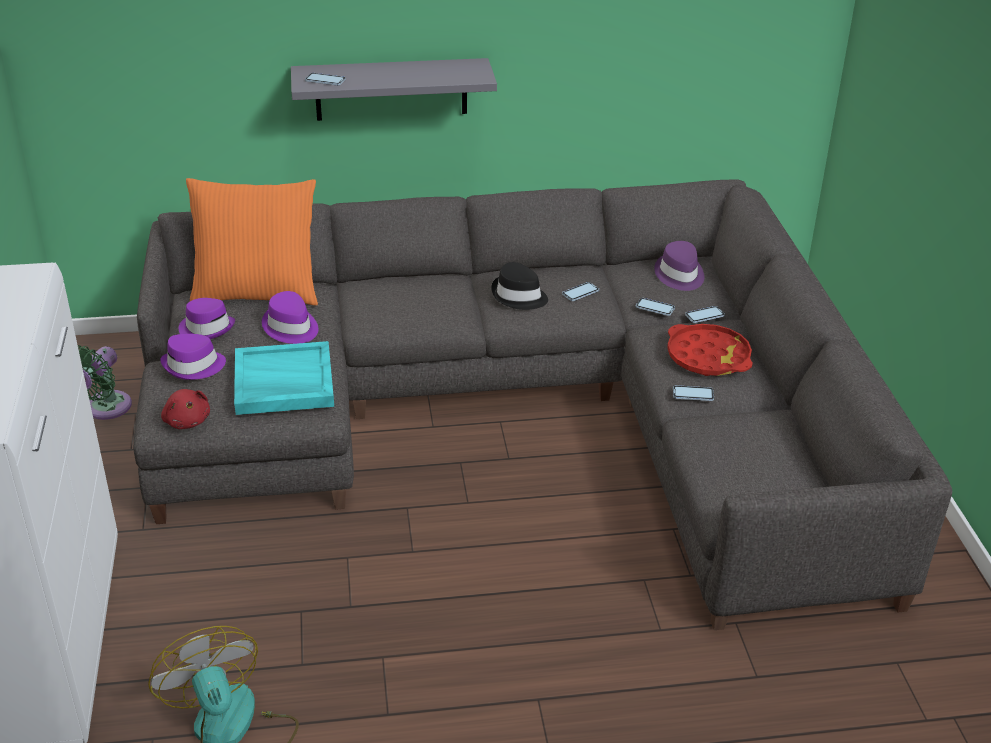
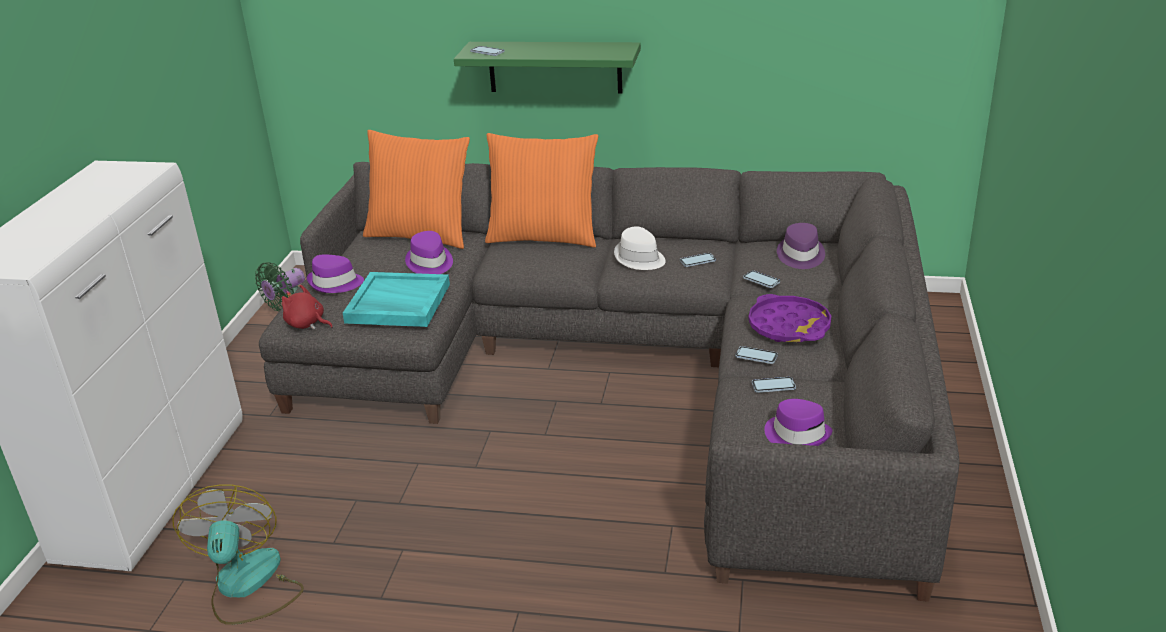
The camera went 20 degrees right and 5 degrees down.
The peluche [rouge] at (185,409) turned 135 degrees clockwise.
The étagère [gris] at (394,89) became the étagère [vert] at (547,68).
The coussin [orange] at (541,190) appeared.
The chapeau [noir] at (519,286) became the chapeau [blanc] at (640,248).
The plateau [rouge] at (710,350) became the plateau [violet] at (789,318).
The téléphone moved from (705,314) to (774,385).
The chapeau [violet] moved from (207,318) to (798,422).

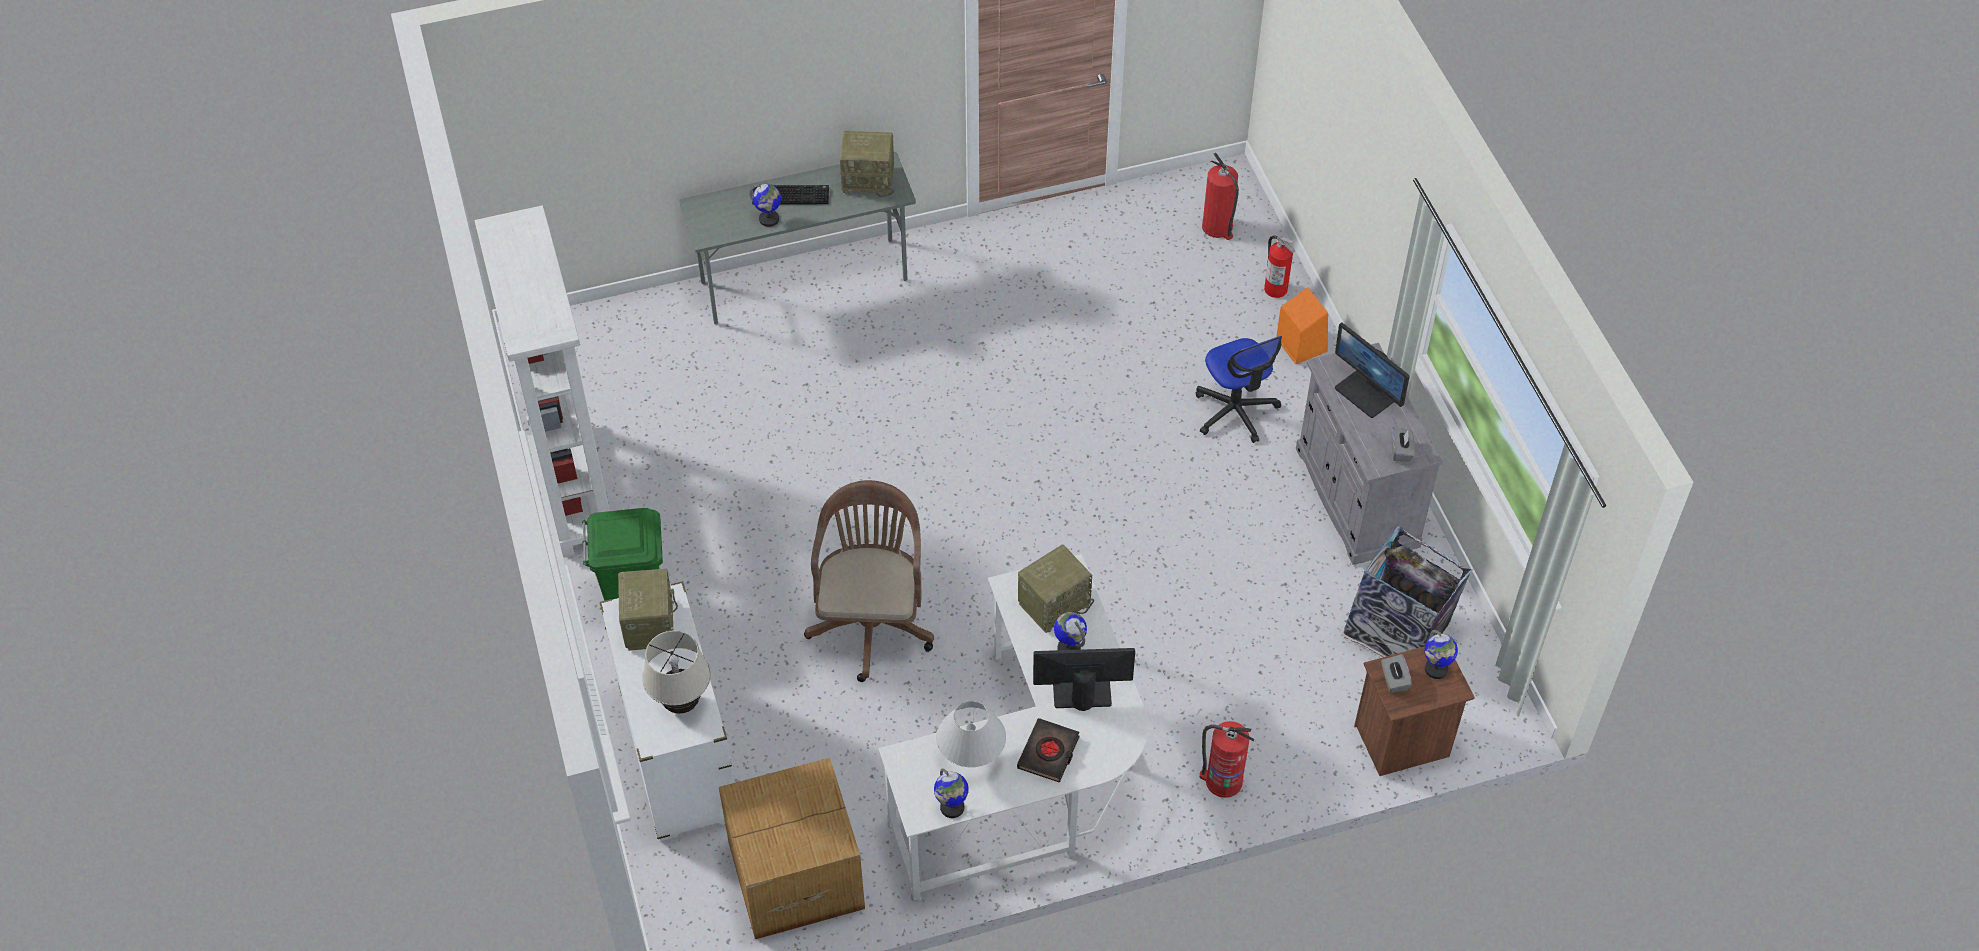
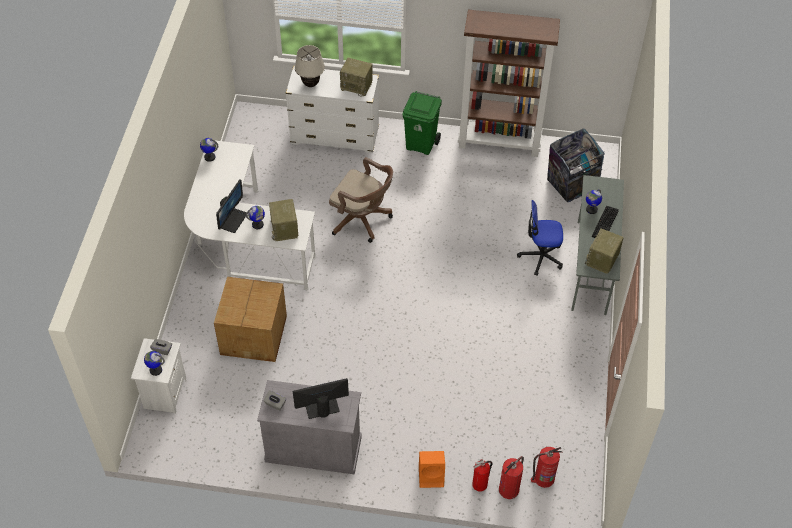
The camera went 115 degrees right and 0 degrees up.
The table de chevet [marron] at (1414,711) became the table de chevet [blanc] at (158,376).
The carton moved from (792,848) to (250,319).
The bibliothèque [blanc] at (542,380) became the bibliothèque [marron] at (509,83).
The extincteur moved from (1227,759) to (511,477).
The chaise de bureau moved from (1239,389) to (540,238).
The poubelle moved from (1407,591) to (576,165).
The lampe de table [blanc] at (971,734) disappeared.
The livre [noir] at (1048,750) disappeared.

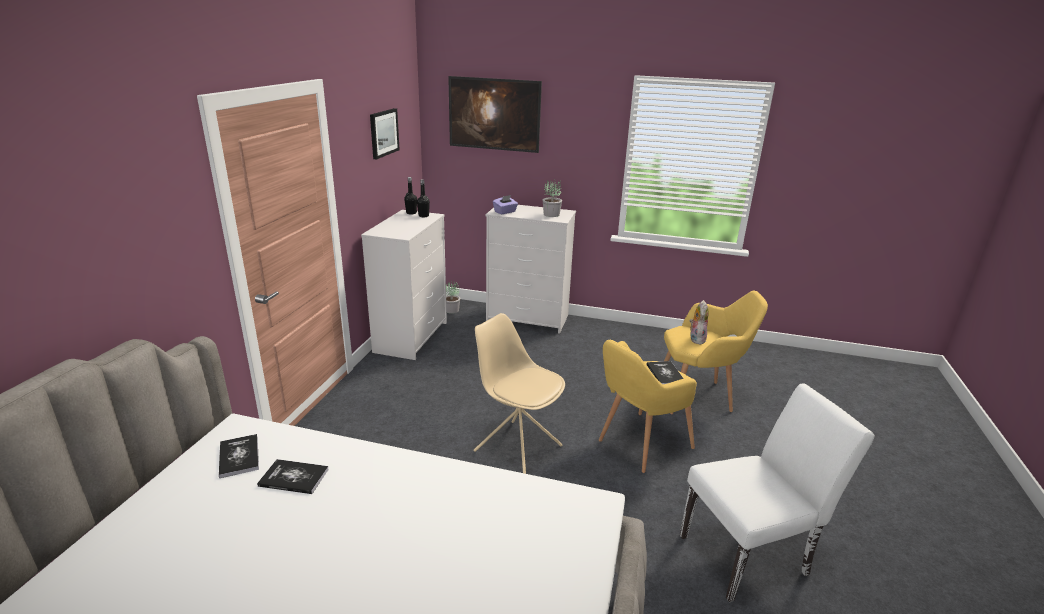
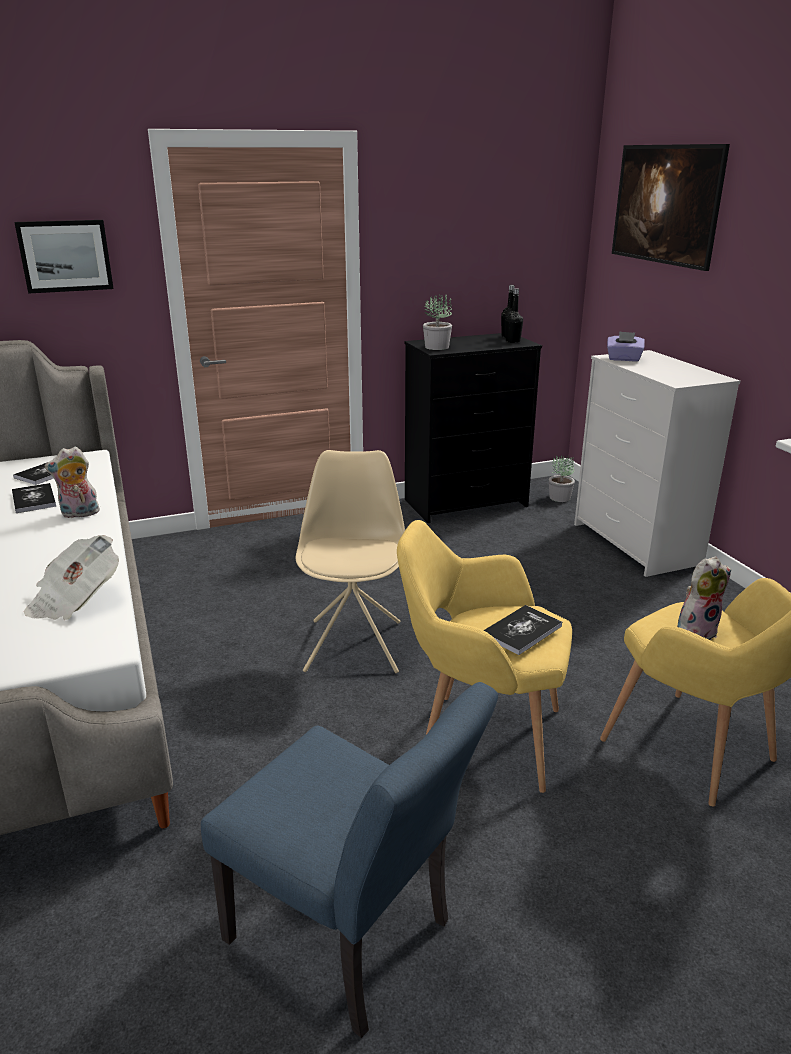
The camera went 55 degrees right and 0 degrees up.
The tableau moved from (385,133) to (64,257).
The journal at (71,577) appeared.
The peluche at (72,482) appeared.
The chaise [blanc] at (777,492) became the chaise [bleu] at (349,860).
The commode [blanc] at (404,285) became the commode [noir] at (473,428).
The plante en pot moved from (552,198) to (437,322).

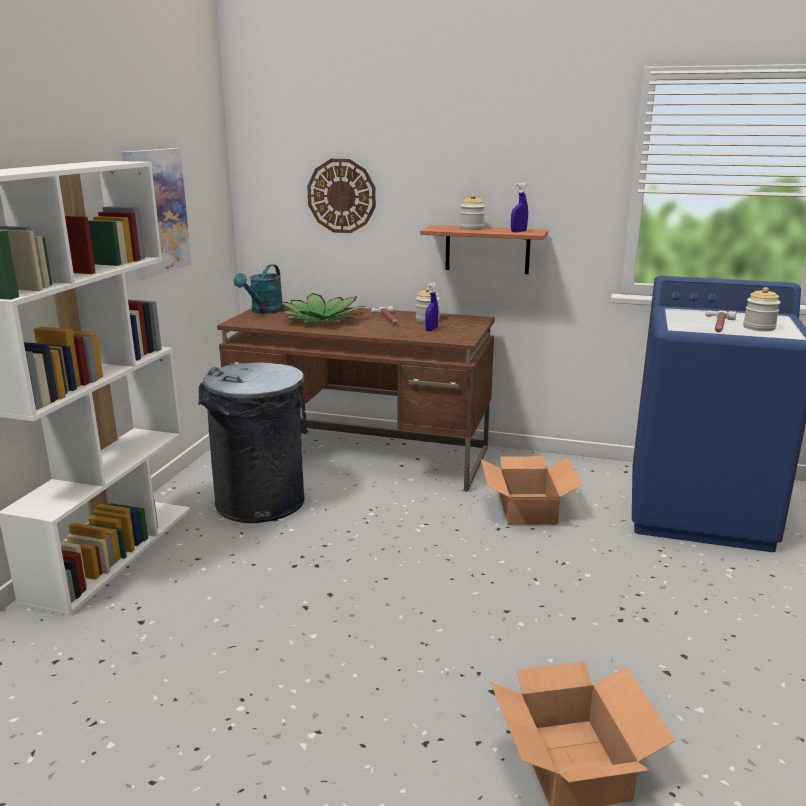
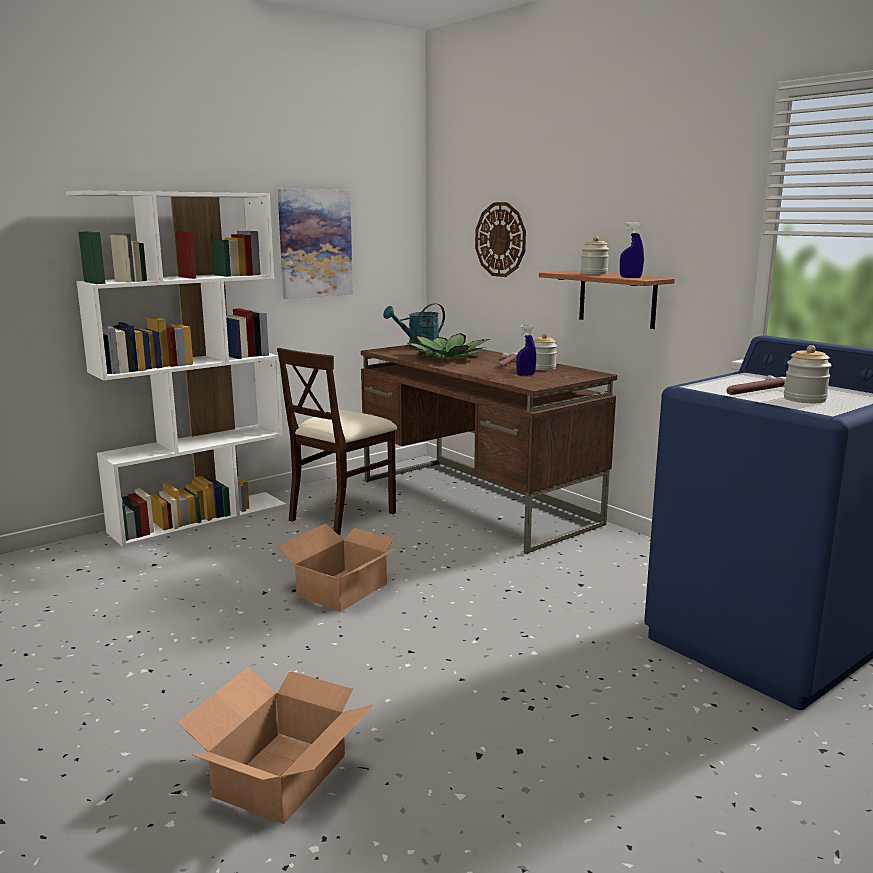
The camera went 35 degrees right and 5 degrees down.
The poubelle [gris] at (253,442) was replaced by the chaise [beige] at (337,441).
The carton moved from (531,490) to (341,567).

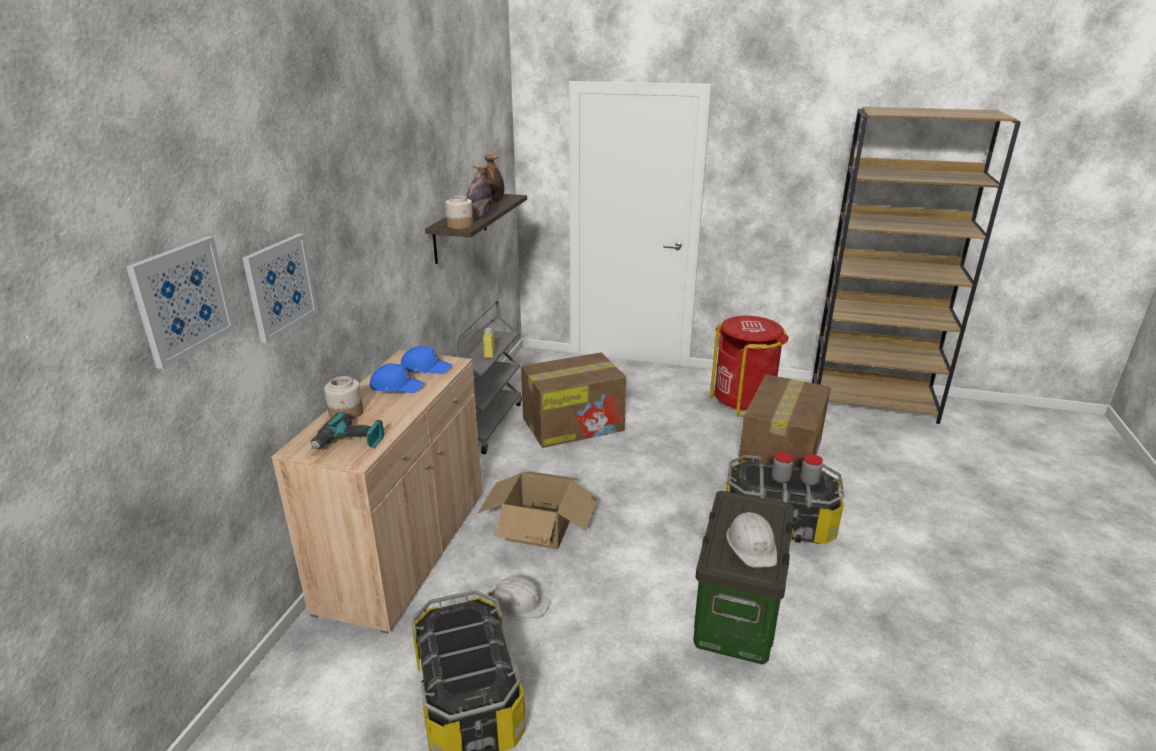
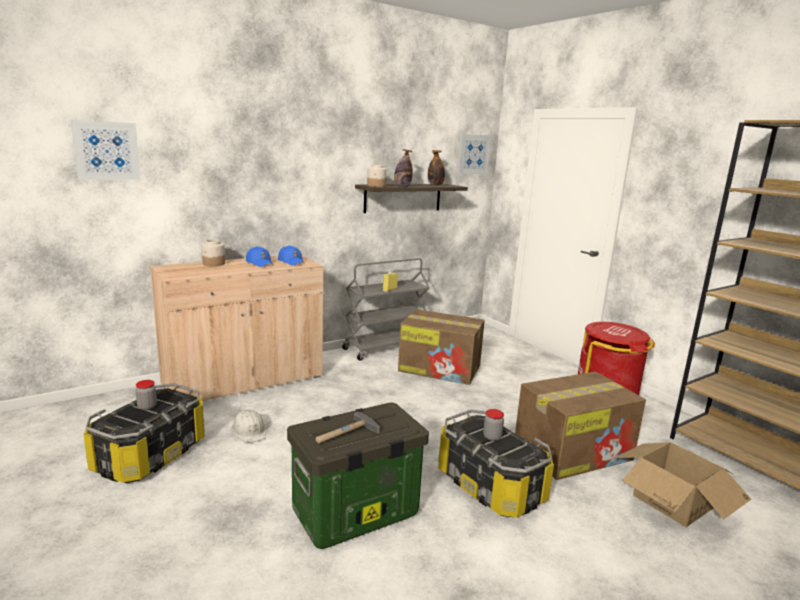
The camera went 40 degrees right and 10 degrees down.
The bocal moved from (811,470) to (146,395).
The casque de chantier [blanc] at (751,540) was replaced by the marteau at (348,427).
The tableau moved from (280,288) to (474,154).
The carton moved from (537,510) to (682,484).
The perceuse at (347,430) disappeared.

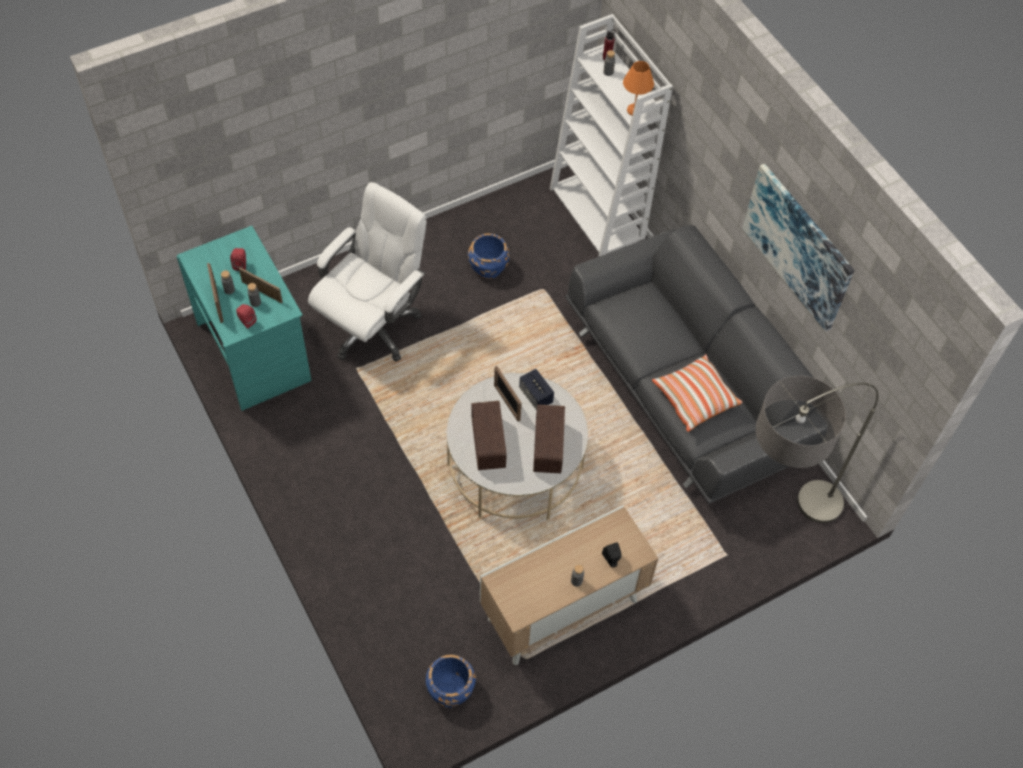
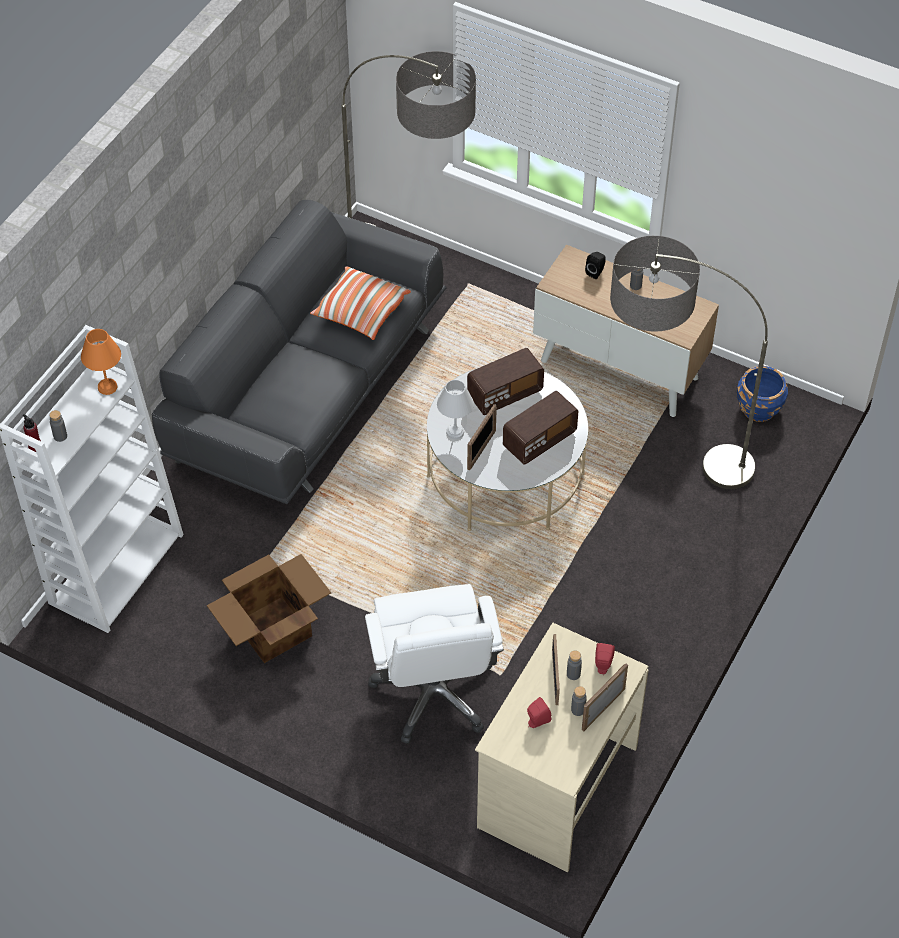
The camera went 120 degrees left and 5 degrees down.
The cache-pot [bleu] at (489,256) was replaced by the carton at (269,608).
The chaise de bureau [blanc] at (367,272) turned 105 degrees counterclockwise.
The enceinte at (536,389) was replaced by the lampe de table [blanc] at (455,409).
The bureau [turquoise] at (244,318) became the bureau [beige] at (561,747).
The lampadaire at (689,362) appeared.
The tableau at (798,248) disappeared.

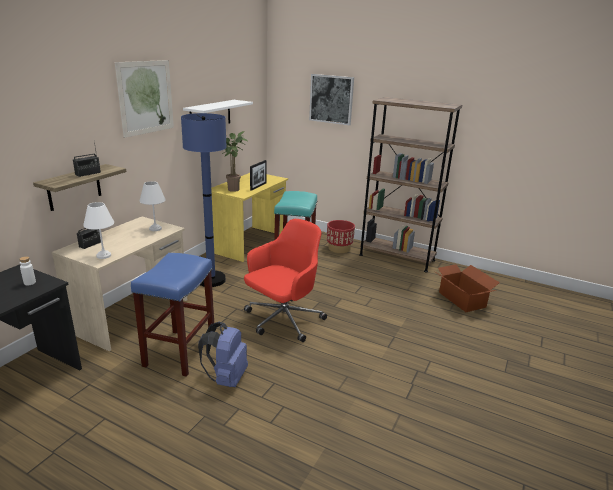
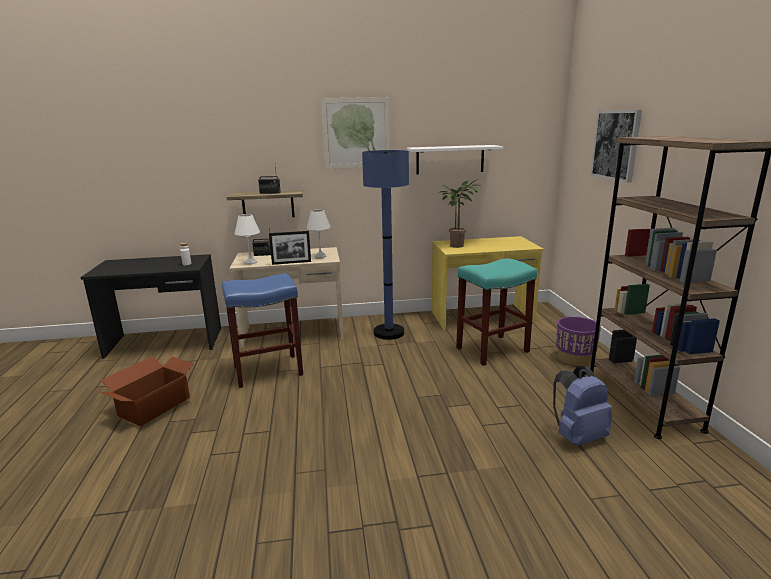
The camera went 55 degrees right and 5 degrees down.
The carton moved from (468,288) to (147,391).
The cadre photo moved from (258,175) to (290,248).
The sac à dos [bleu] moved from (223,354) to (582,406).
The cache-pot [rouge] at (341,236) became the cache-pot [violet] at (578,341).
The chaise de bureau [rouge] at (285,280) disappeared.

